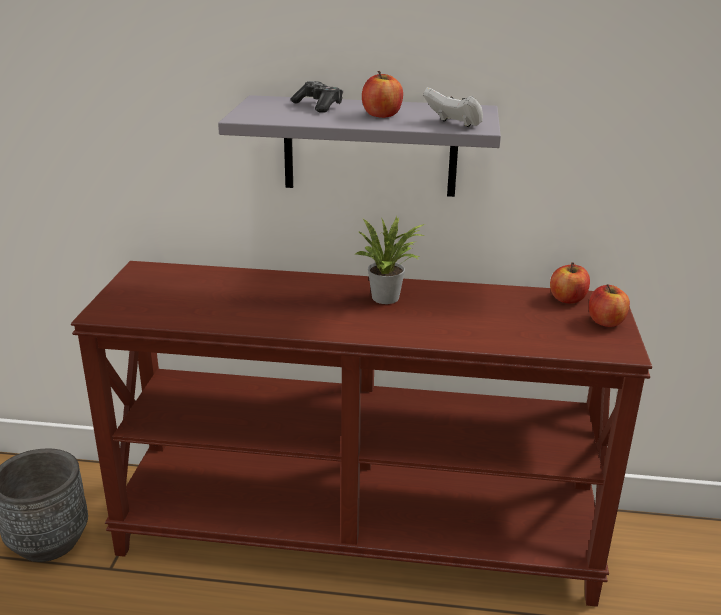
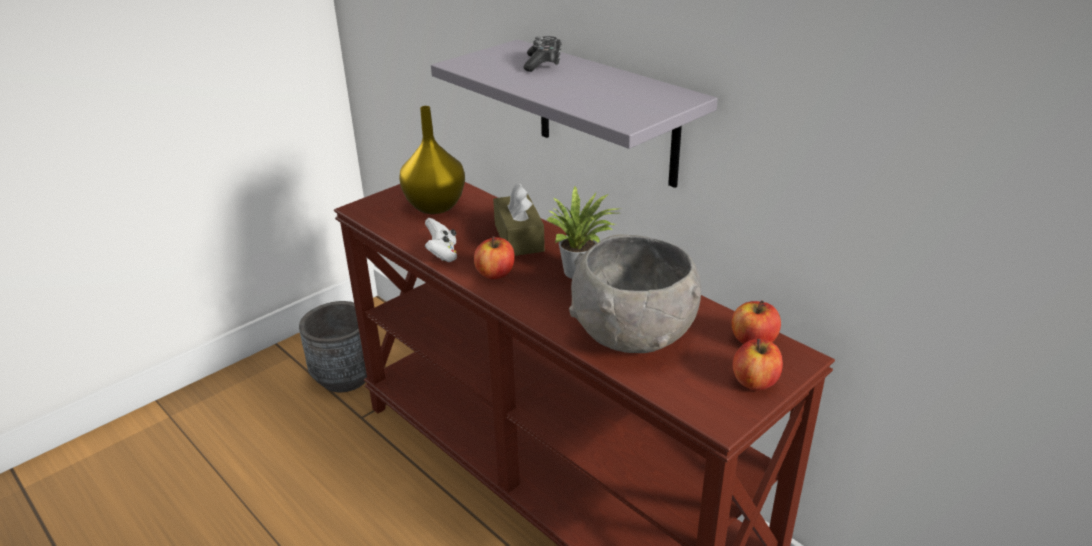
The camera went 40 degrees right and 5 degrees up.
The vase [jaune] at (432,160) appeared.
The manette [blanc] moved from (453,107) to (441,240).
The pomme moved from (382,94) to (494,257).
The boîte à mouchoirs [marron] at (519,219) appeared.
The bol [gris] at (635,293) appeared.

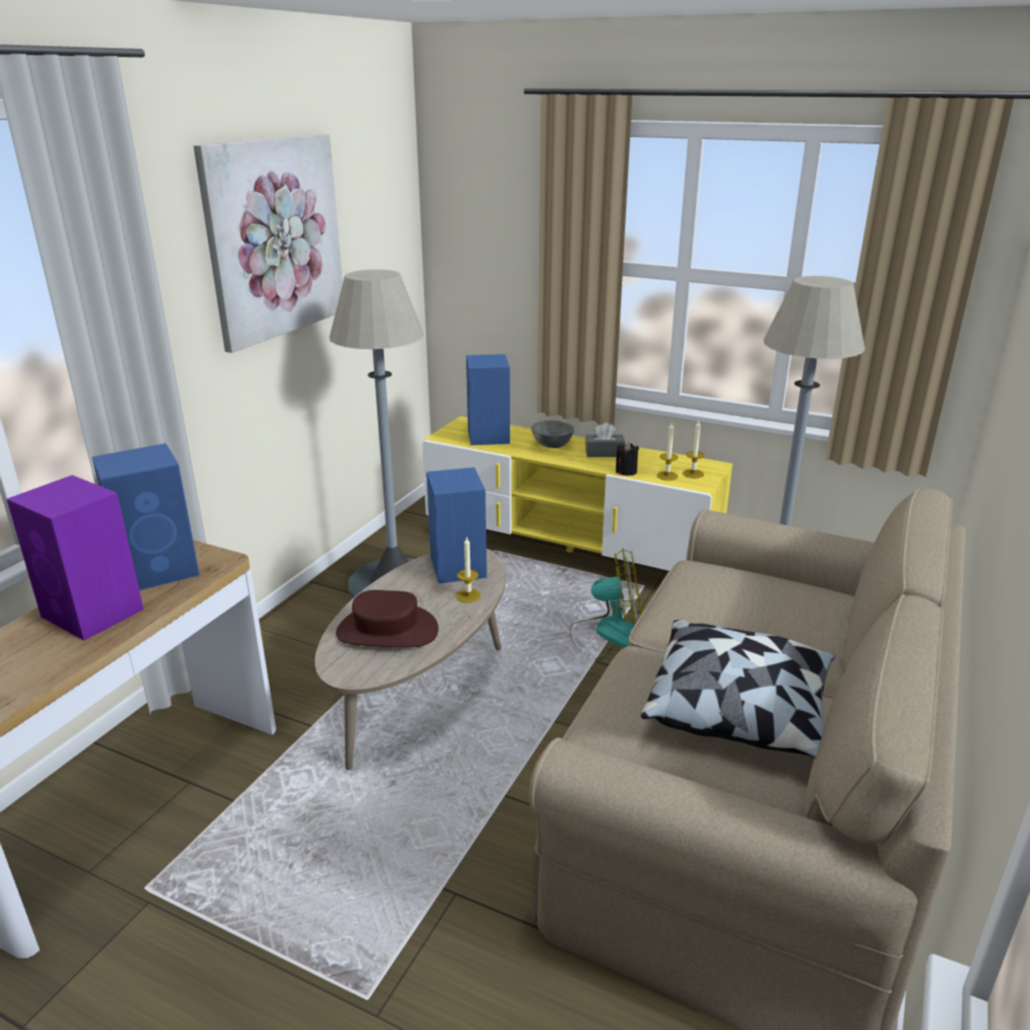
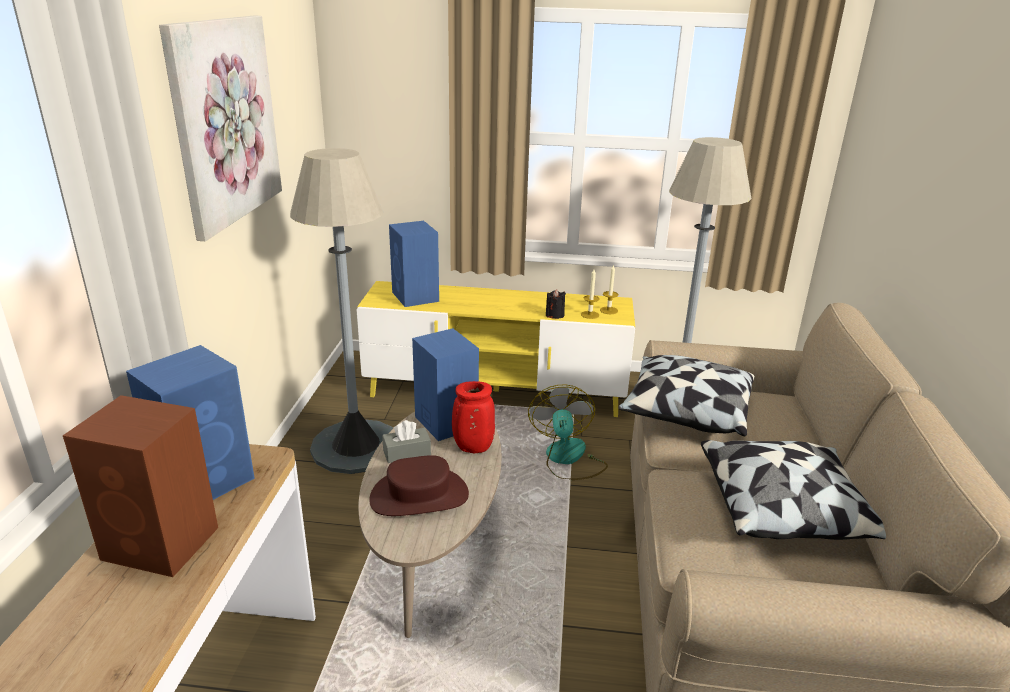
The camera went 20 degrees left and 0 degrees up.
The enceinte [violet] at (75,558) became the enceinte [marron] at (140,486).
The boîte à mouchoirs [gris] moved from (605,440) to (406,441).
The bougie at (468,570) was replaced by the vase [rouge] at (473,417).
The ventilateur at (606,604) turned 75 degrees counterclockwise.
The coussin at (686,395) appeared.
The bol [gris] at (552,434) disappeared.

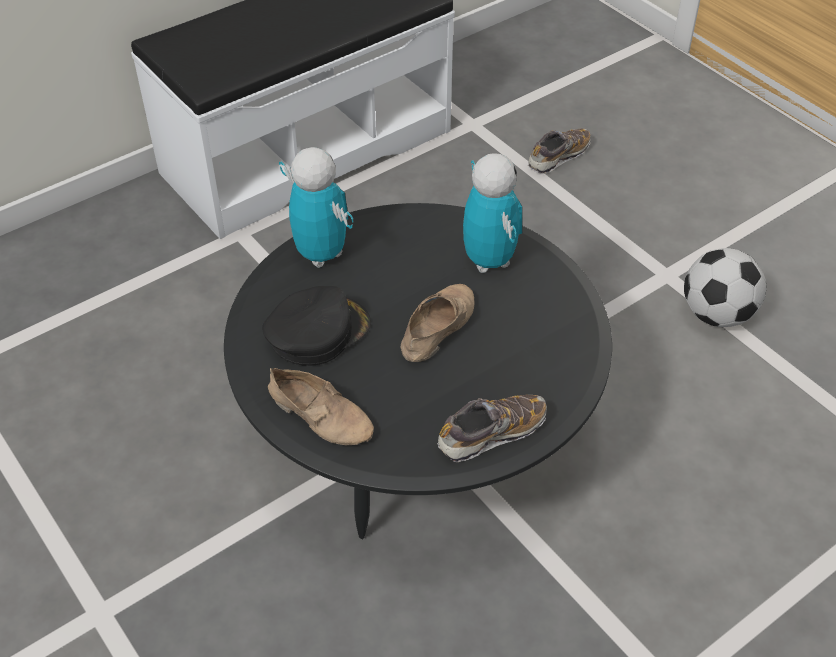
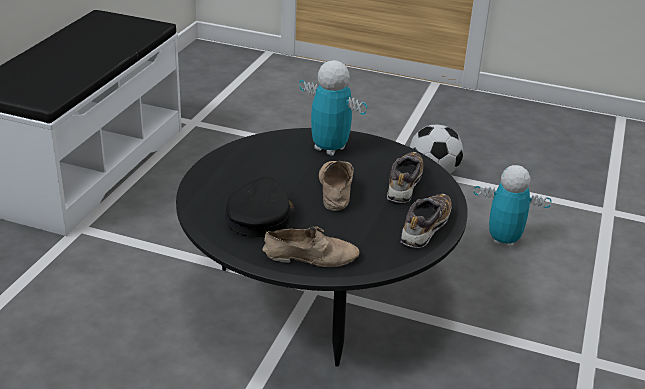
The camera went 35 degrees left and 15 degrees down.
The chaussure moved from (559,151) to (405,177).
The robot jouet moved from (316,207) to (513,206).

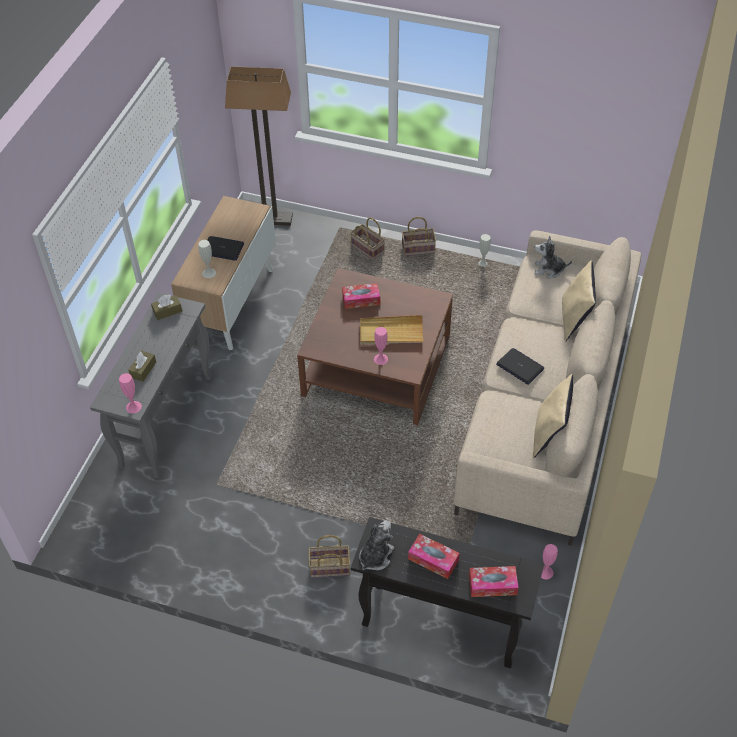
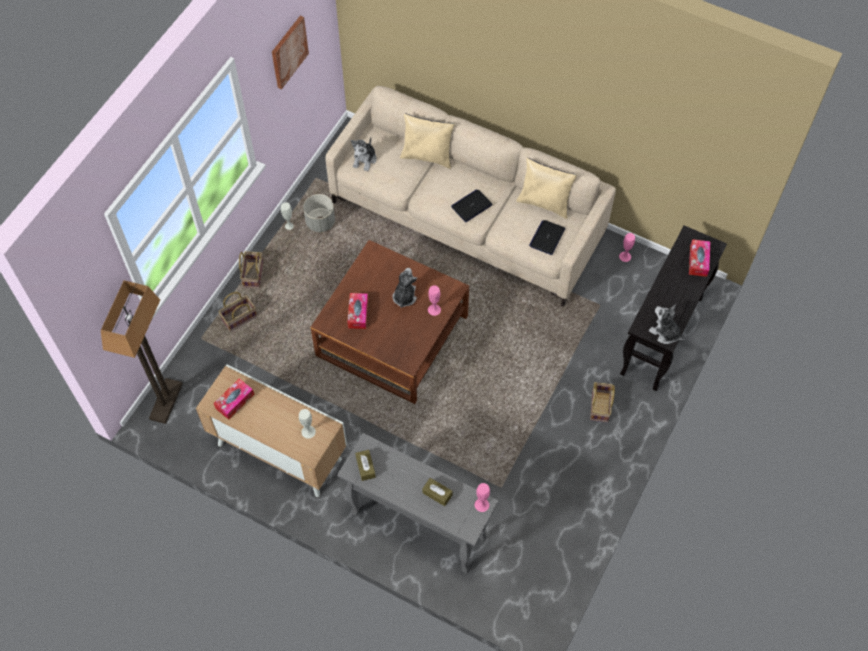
The camera went 80 degrees left and 10 degrees up.
The boîte à mouchoirs moved from (434,556) to (233,398).
The tableau at (290,52) appeared.
The cache-pot [gris] at (319,213) appeared.
The plateau [beige] at (392,330) was replaced by the peluche at (405,288).
The ordinateur portable moved from (226,248) to (547,237).

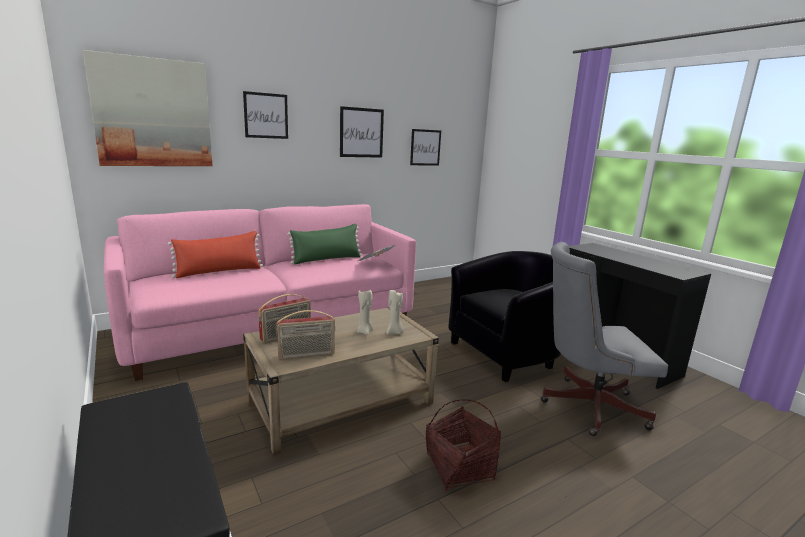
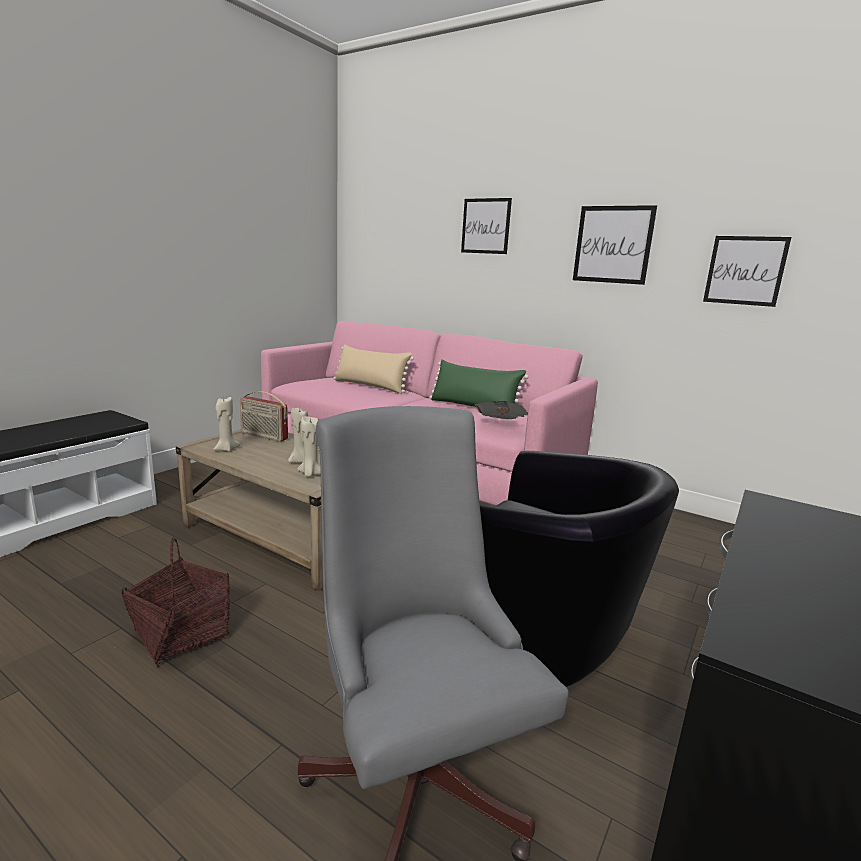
The camera went 65 degrees right and 0 degrees up.
The radio at (305,335) was replaced by the bougie [beige] at (227,424).
The coussin [rouge] at (215,254) became the coussin [beige] at (374,369).
The tableau at (147,108) disappeared.

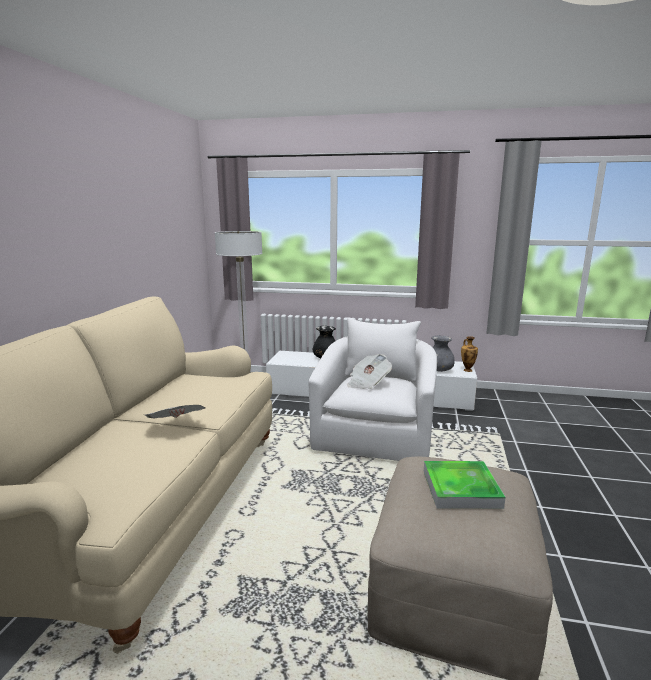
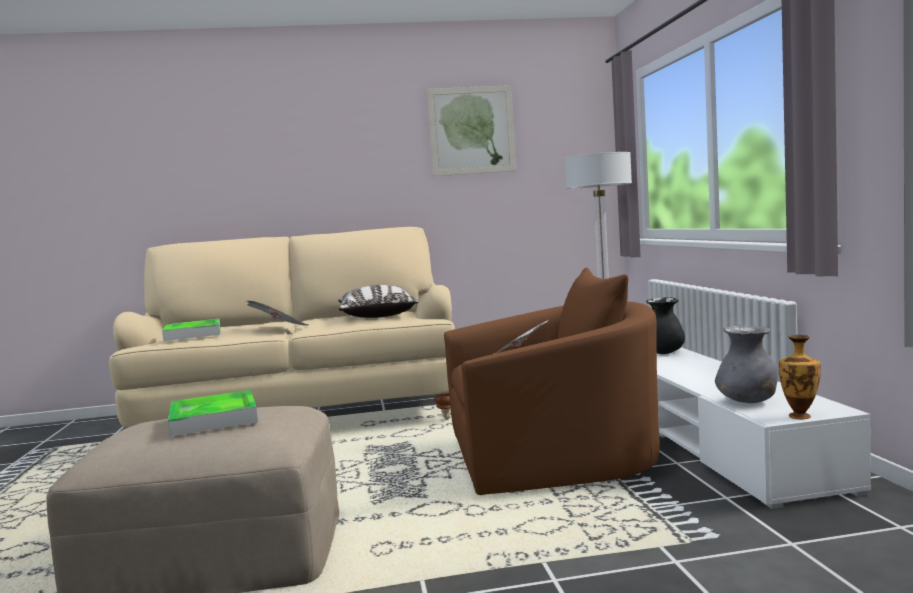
The camera went 70 degrees right and 10 degrees down.
The plateau at (191,330) appeared.
The coussin at (378,301) appeared.
The tableau at (471,130) appeared.
The fauteuil [blanc] at (372,389) became the fauteuil [marron] at (552,381).

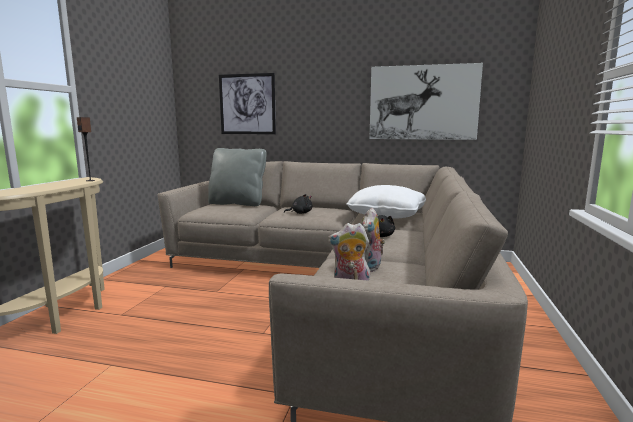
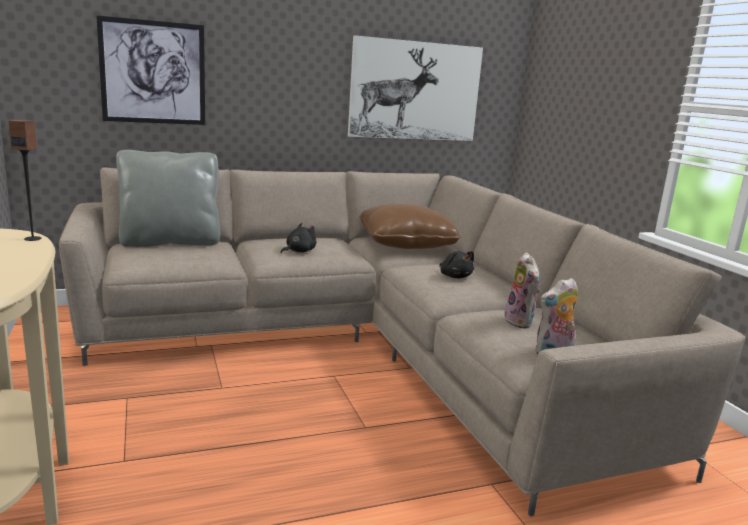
The camera went 35 degrees left and 5 degrees up.
The coussin [blanc] at (386,201) became the coussin [marron] at (410,226).

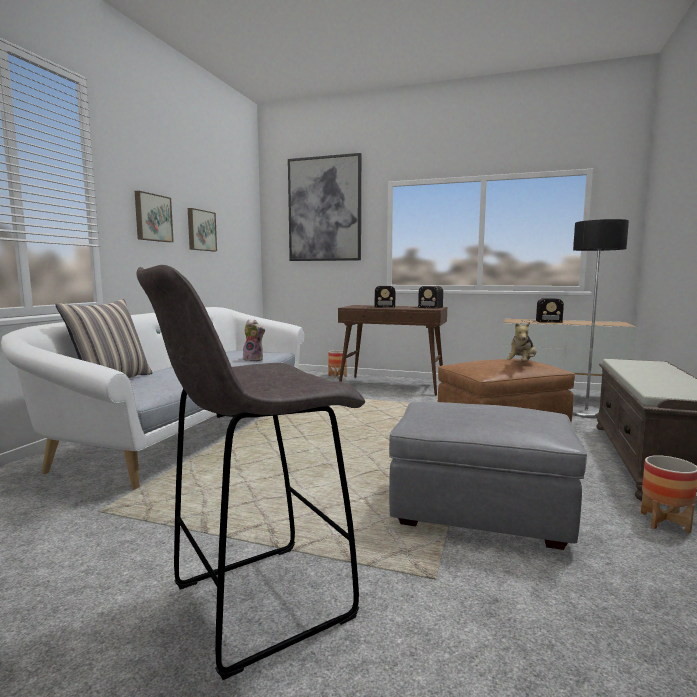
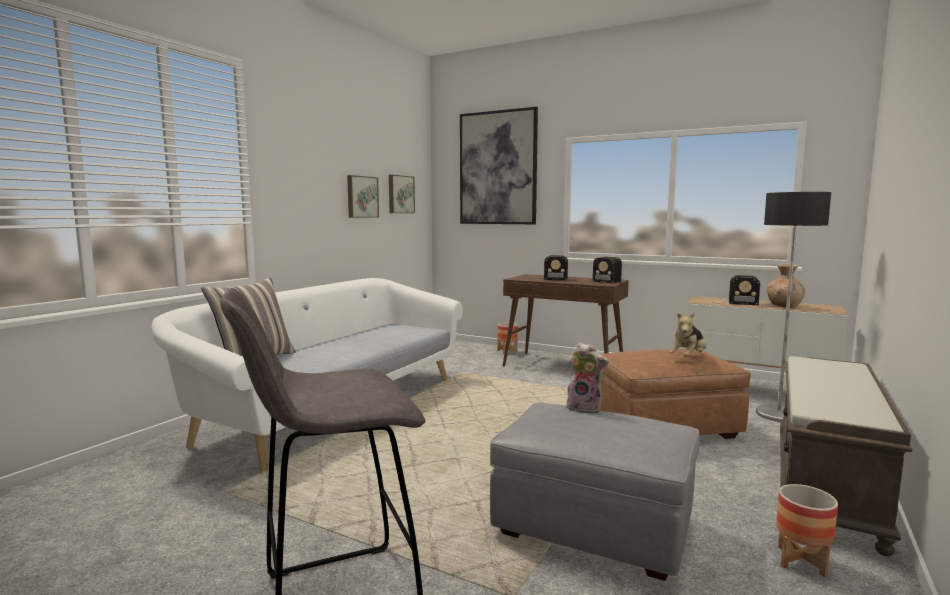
The camera went 10 degrees right and 0 degrees up.
The tableau moved from (154,216) to (402,194).
The peluche moved from (254,340) to (587,377).
The vase [marron] at (786,286) appeared.

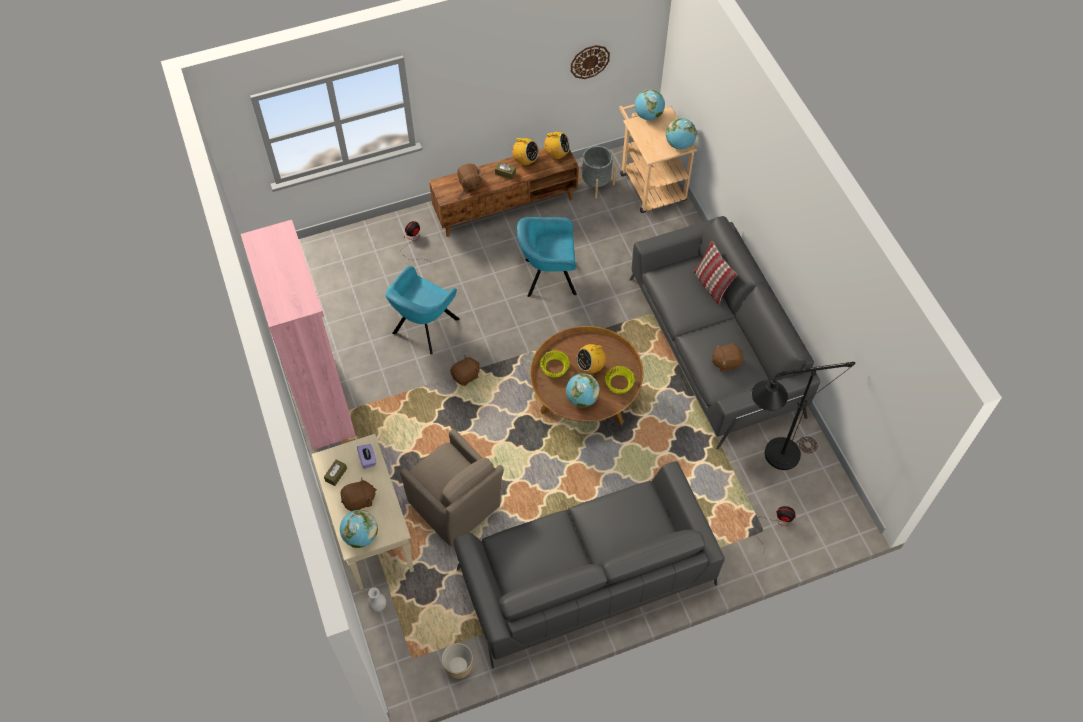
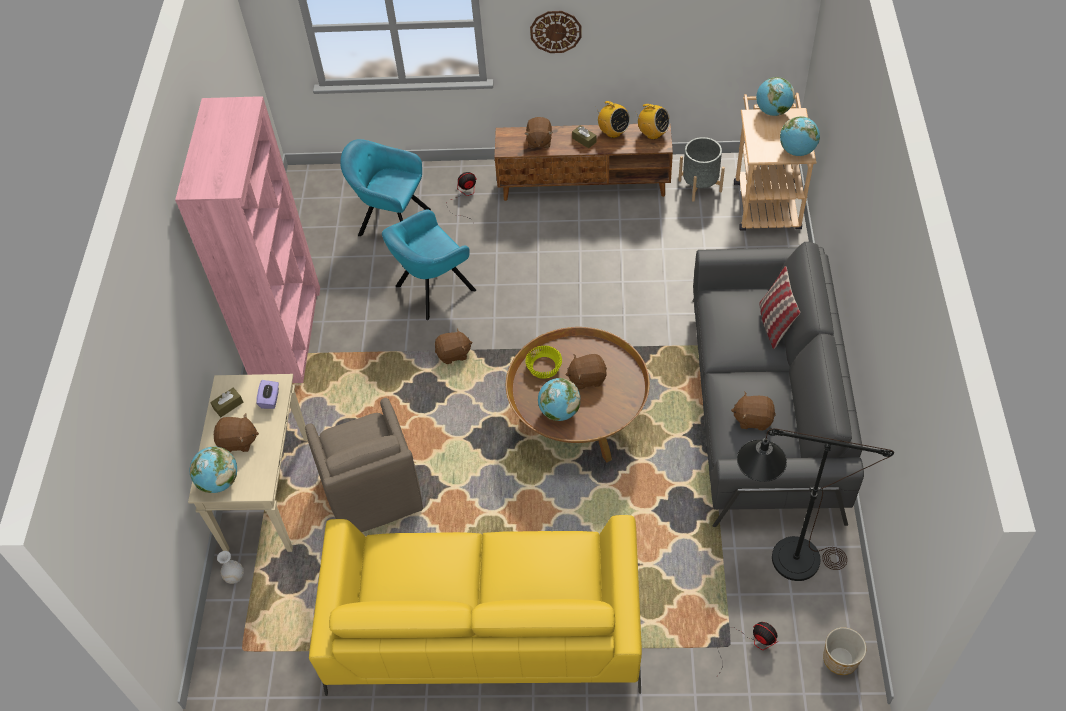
The camera went 25 degrees right and 5 degrees down.
The canapé [gris] at (589,564) became the canapé [jaune] at (475,605).
The fauteuil [turquoise] moved from (546,257) to (385,187).
The horloge murale moved from (590,62) to (556,32).
The radio at (591,358) was replaced by the peluche [marron] at (586,371).
The cache-pot moved from (457,661) to (844,651).
The bol [jaune] at (620,380) disappeared.

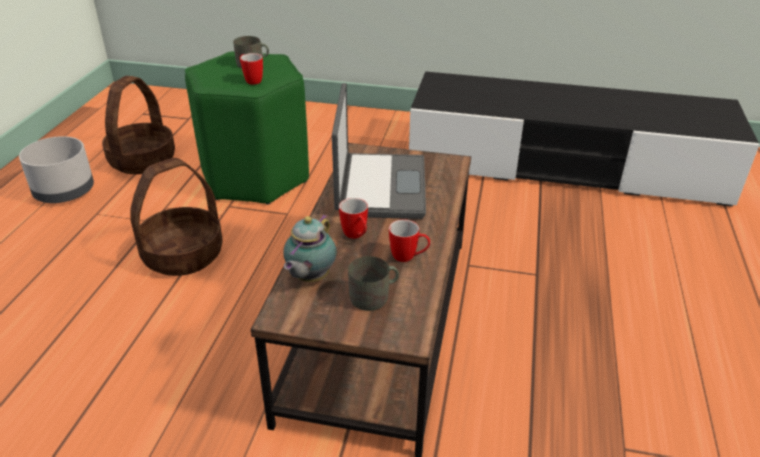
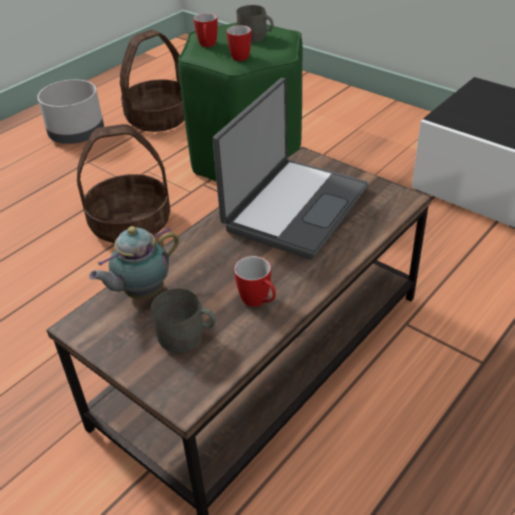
The camera went 30 degrees right and 5 degrees up.
The mug moved from (353,218) to (206,30).

